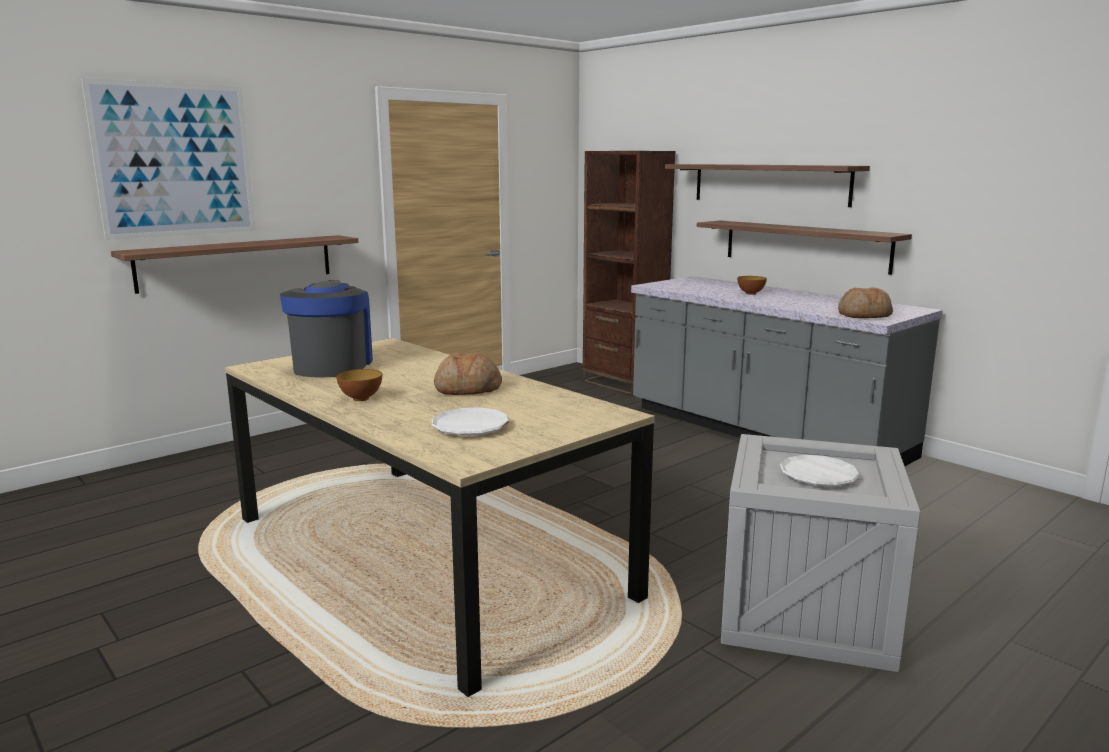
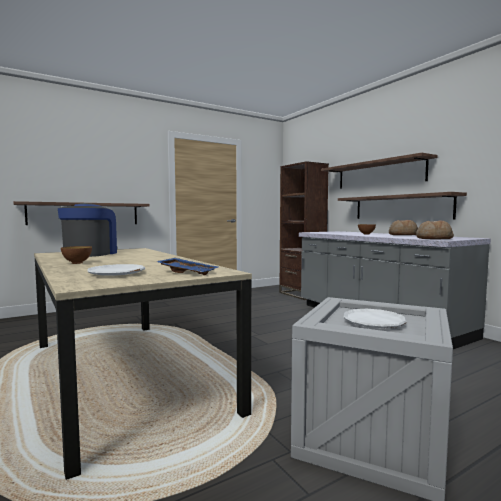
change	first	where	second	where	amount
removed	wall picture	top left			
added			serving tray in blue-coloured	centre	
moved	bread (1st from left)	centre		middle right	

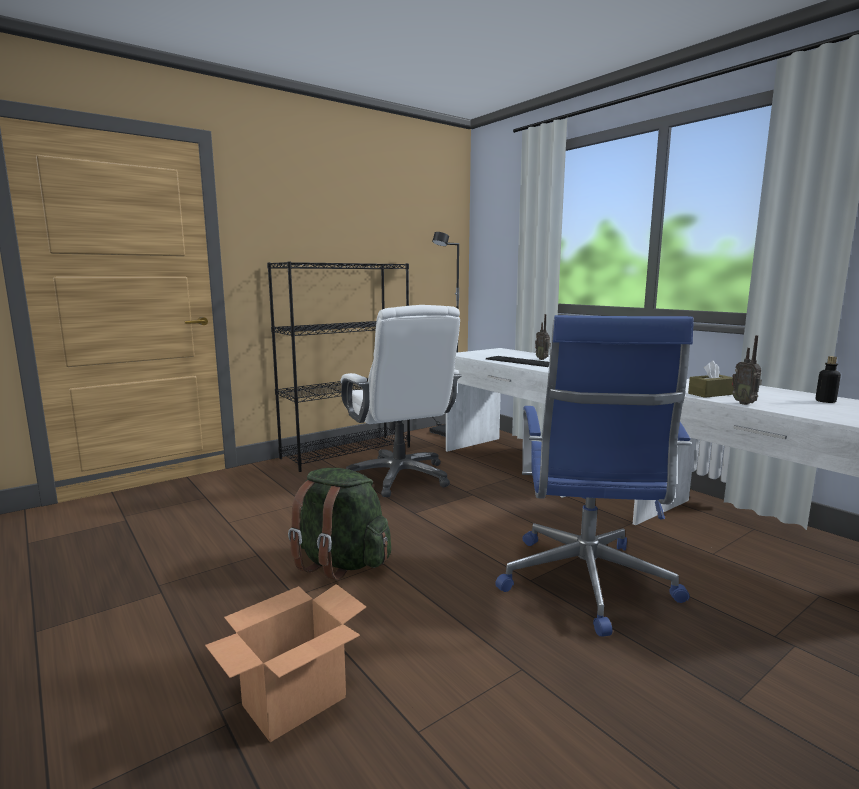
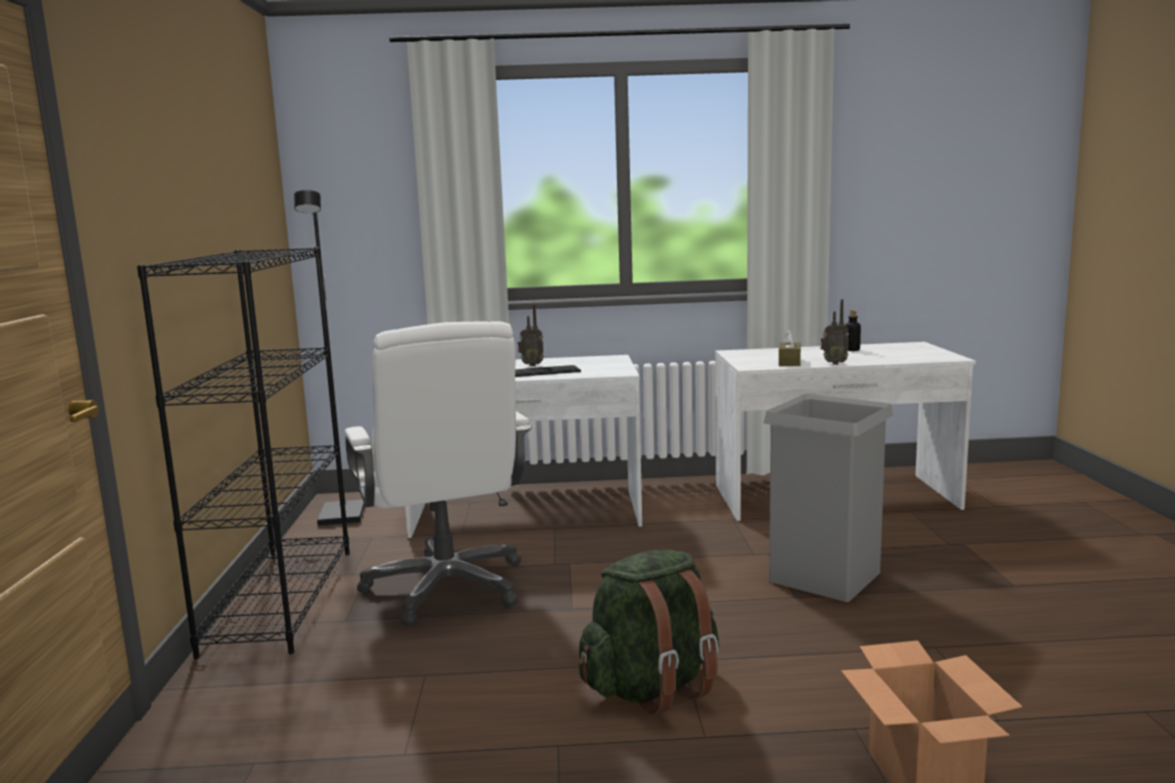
change	first	where	second	where	amount
replaced	office chair in blue-coloured	middle right	rubbish bin in gray	middle right	
turned	office chair in whitish	centre		centre	60 degrees clockwise

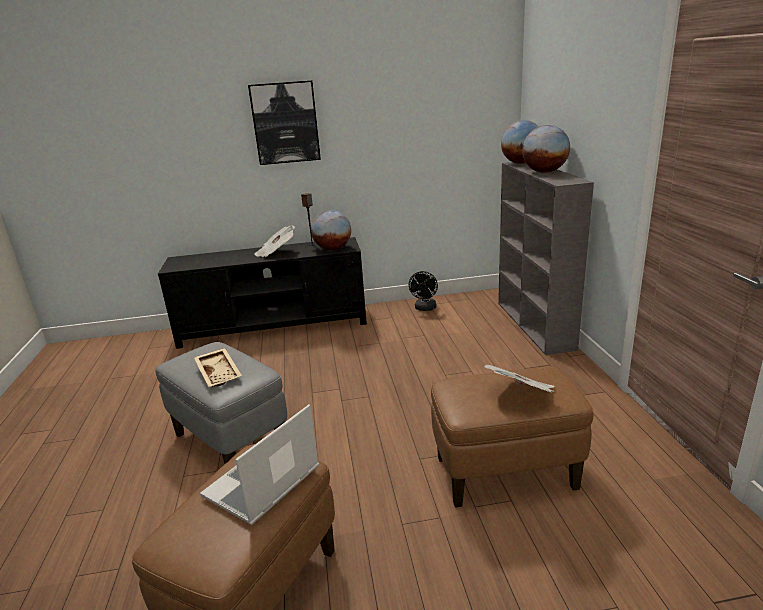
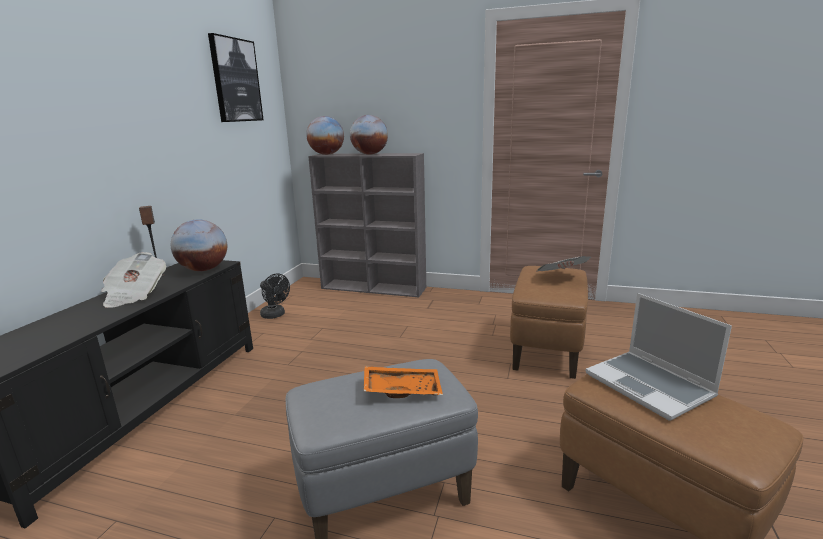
change	first	where	second	where	amount
moved	wall picture	top centre		top left	
recoloured	serving tray in sand-coloured	middle left	serving tray in orangey	bottom centre	

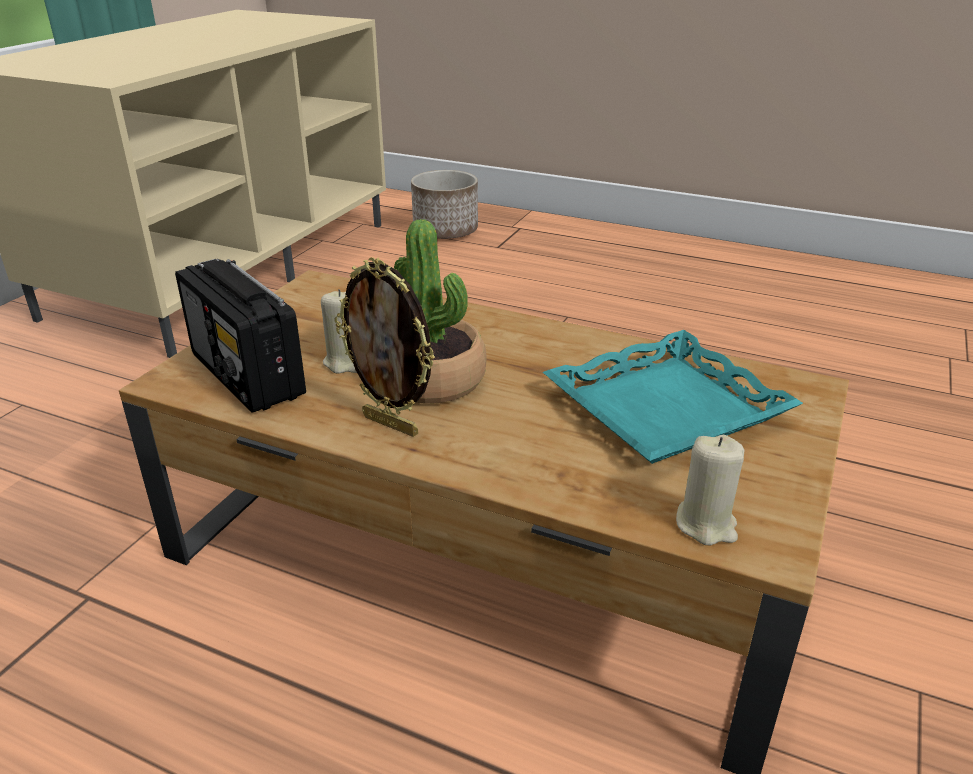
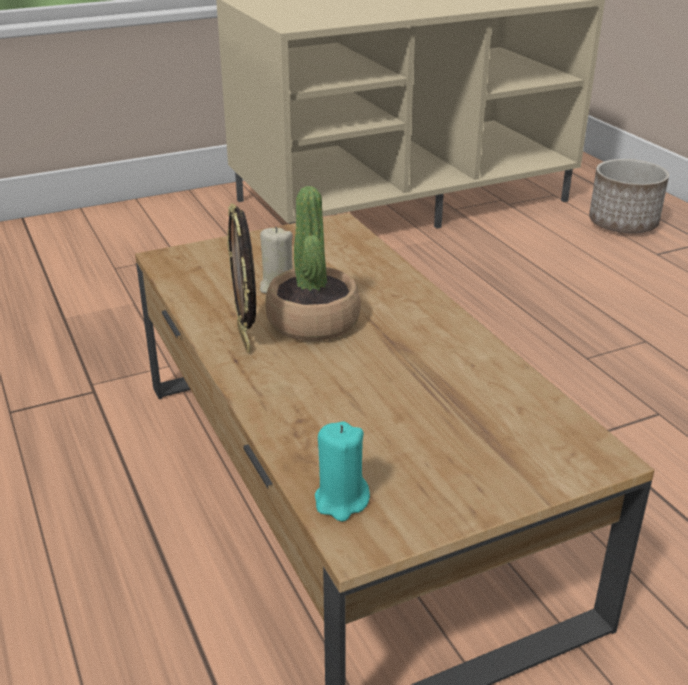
change	first	where	second	where	amount
removed	radio receiver	middle left			
removed	serving tray in turquoise-coloured	middle right			
recoloured	wax light in sand-coloured (2nd from left)	middle right	wax light in turquoise-coloured	bottom centre	

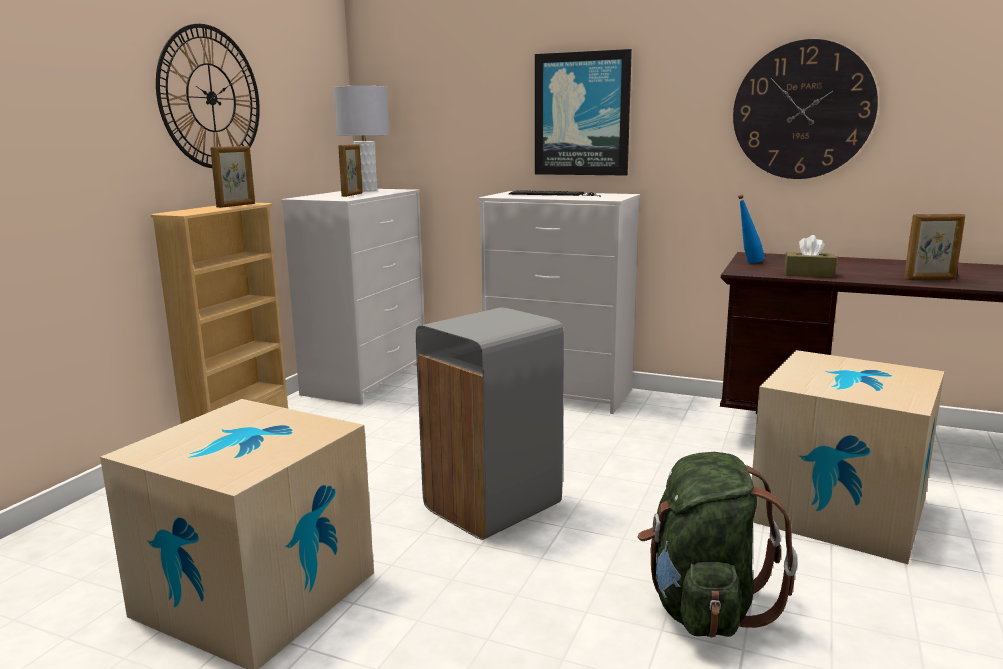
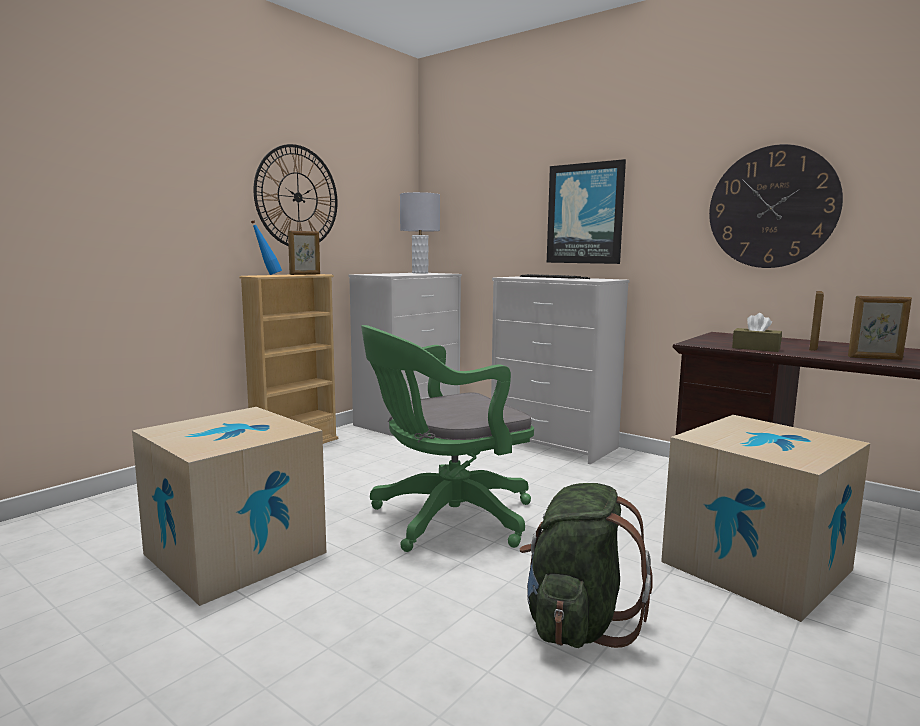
change	first	where	second	where	amount
moved	standing frame (2nd from left)	top centre		middle right	
moved	bottle in blue-coloured	middle right		middle left	
replaced	rubbish bin in gray	centre	office chair in greenish	centre	

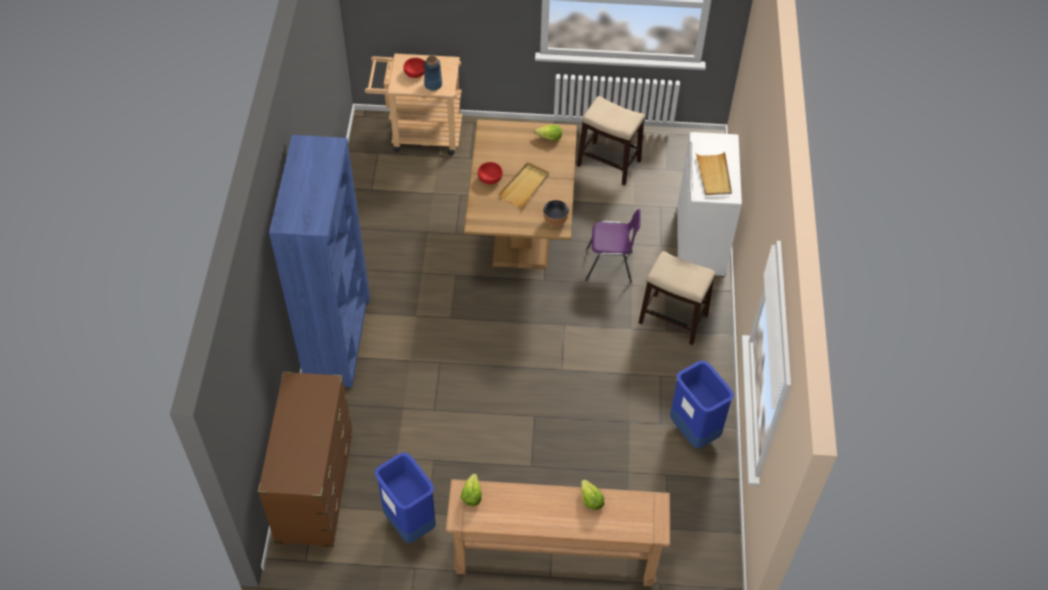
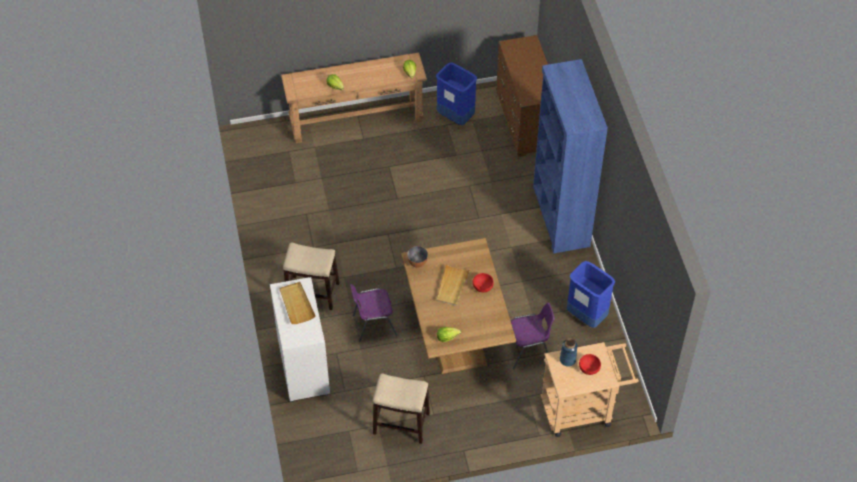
change	first	where	second	where	amount
added			chair in purplish (2nd from left)	bottom centre	
moved	rubbish bin in blue-coloured (2nd from left)	bottom right		middle right	

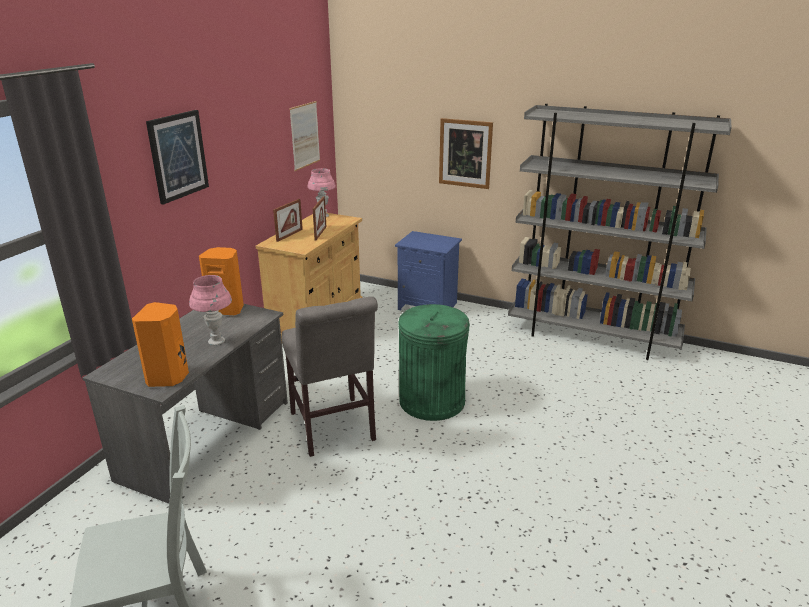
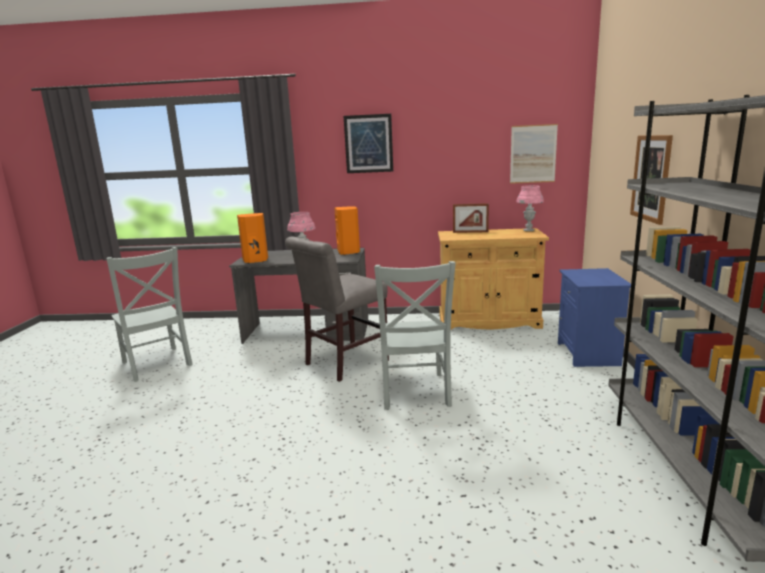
change	first	where	second	where	amount
removed	standing frame (2nd from left)	centre			
replaced	rubbish bin in greenish	centre	chair in gray (3rd from left)	centre	

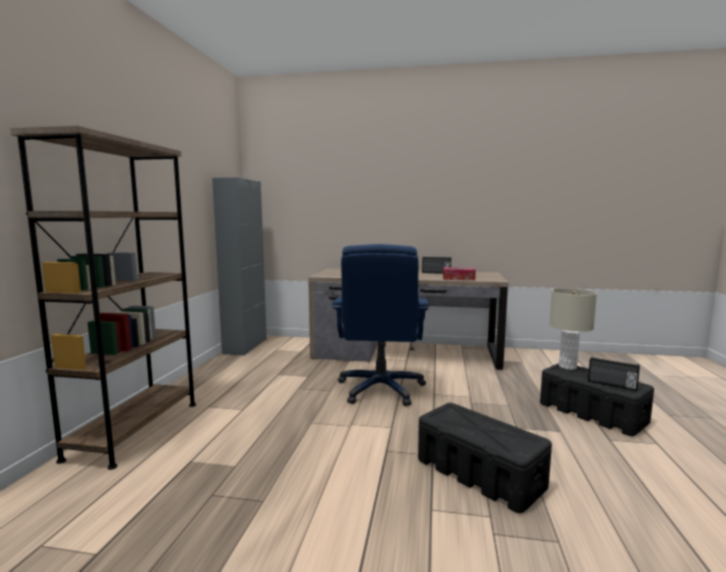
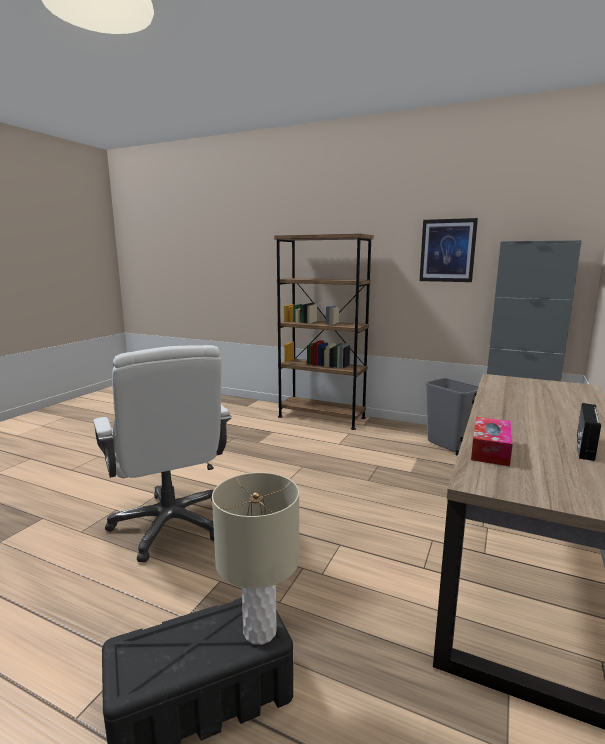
change	first	where	second	where	amount
removed	office chair in blue-coloured	centre			
removed	radio receiver (2nd from left)	middle right			
added			wall picture	middle right	
added			rubbish bin in gray	middle right	
replaced	storage bin in blackish (1st from left)	bottom right	office chair in whitish	middle left	

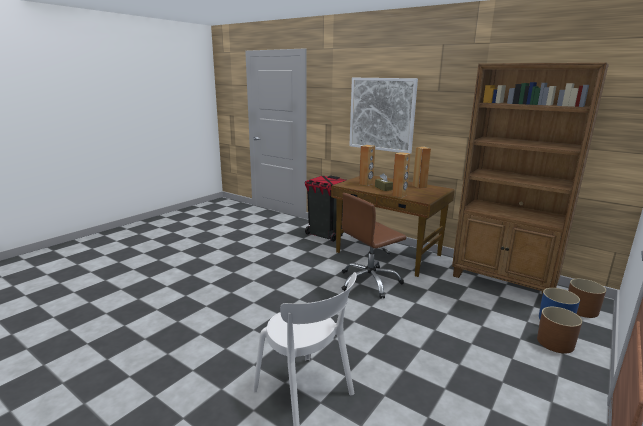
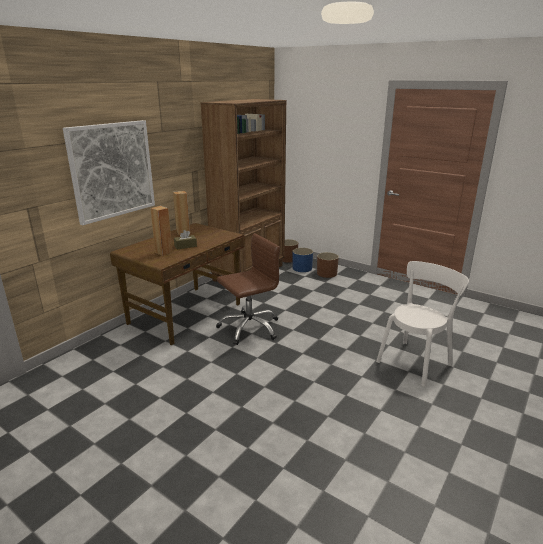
change	first	where	second	where	amount
removed	rubbish bin in blackish	centre			
removed	audio speaker in brown (2nd from left)	centre			
turned	office chair in brown	centre		centre	90 degrees counterclockwise

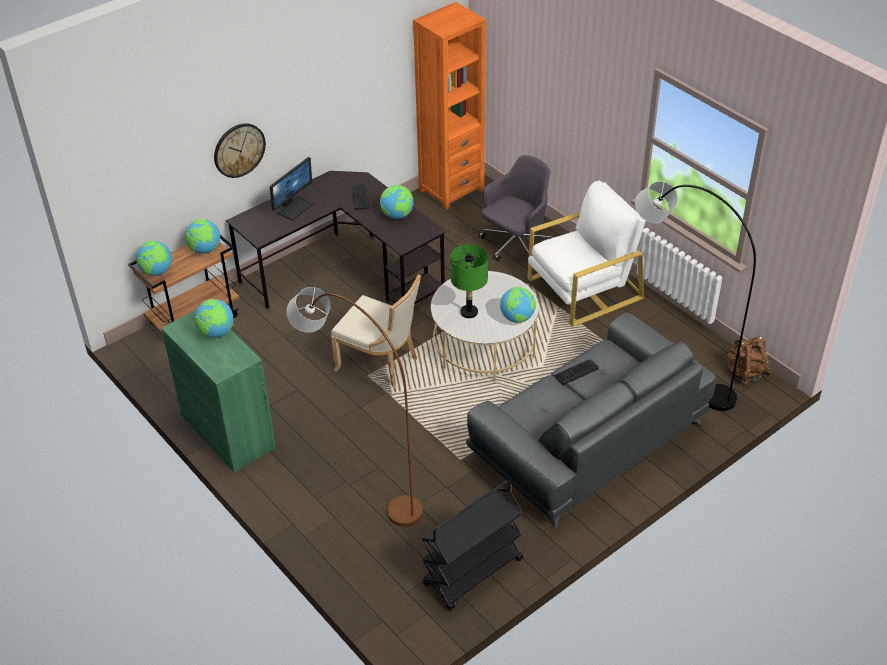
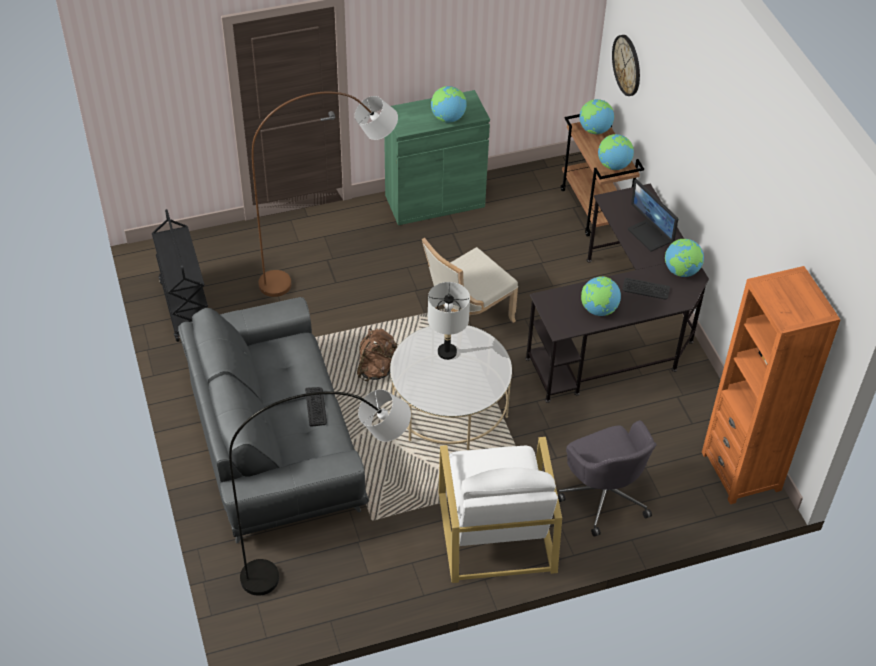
change	first	where	second	where	amount
moved	wall clock	top left		top right	
moved	globe (5th from left)	centre		middle right	
moved	rucksack in brown	middle right		centre	
recoloured	tabletop lamp in greenish	centre	tabletop lamp in gray	centre	

